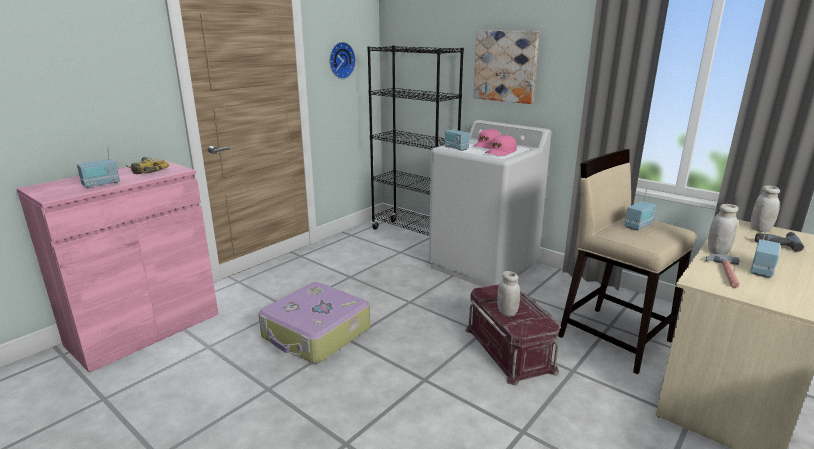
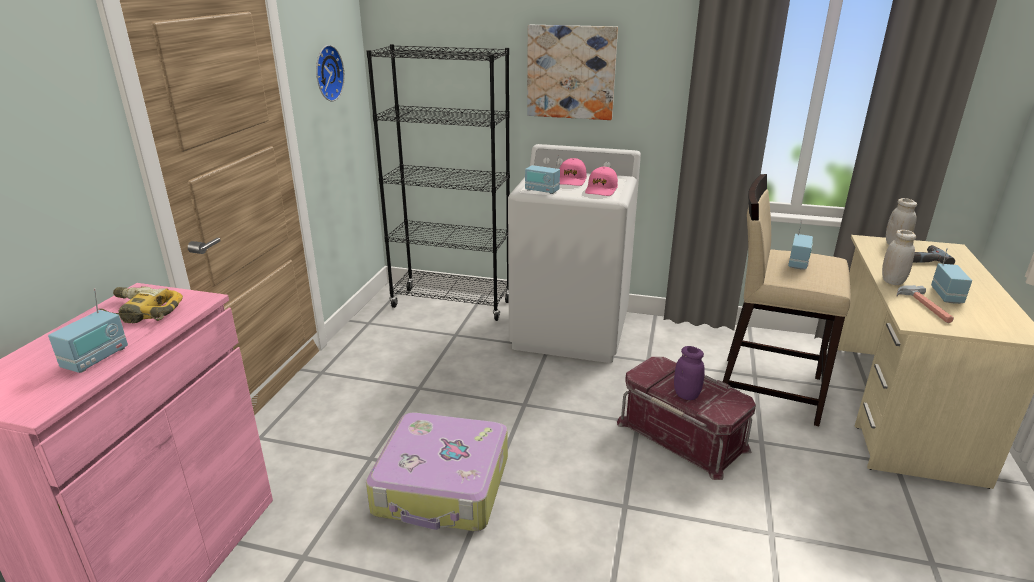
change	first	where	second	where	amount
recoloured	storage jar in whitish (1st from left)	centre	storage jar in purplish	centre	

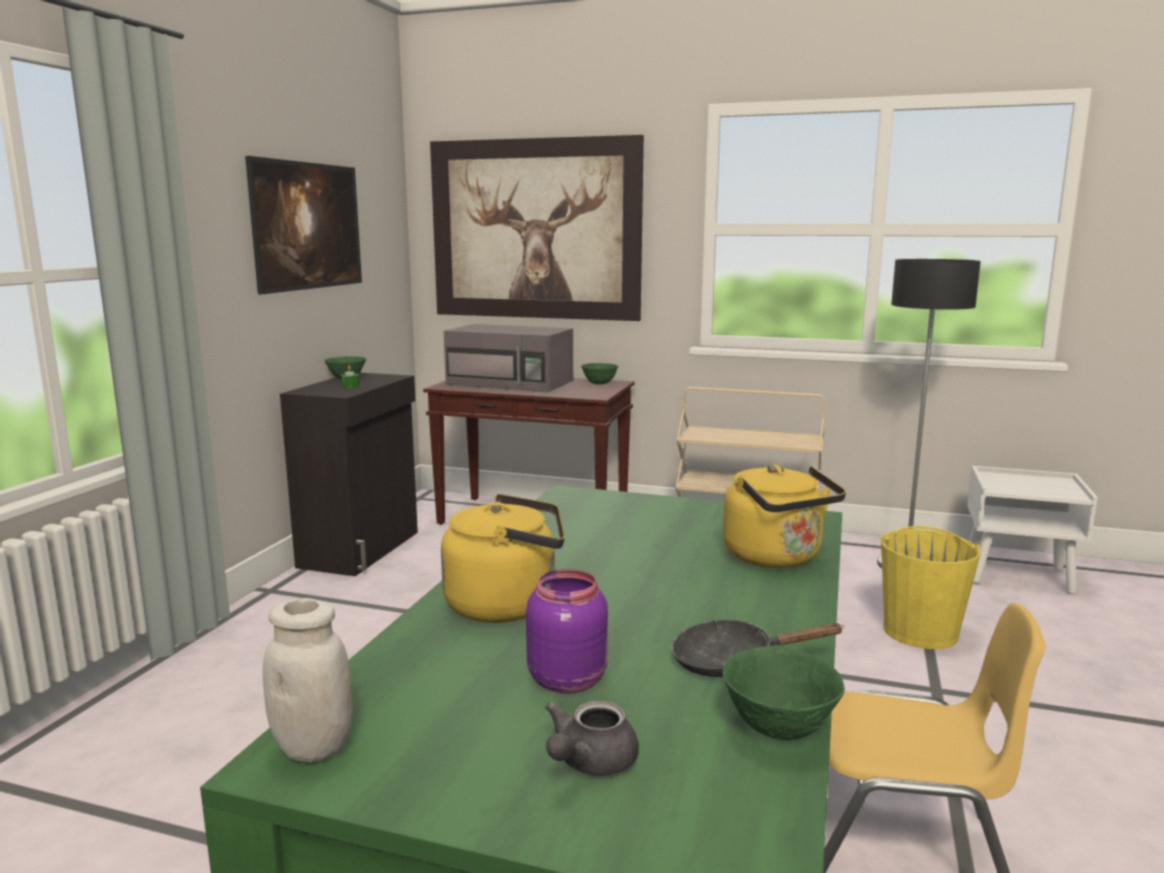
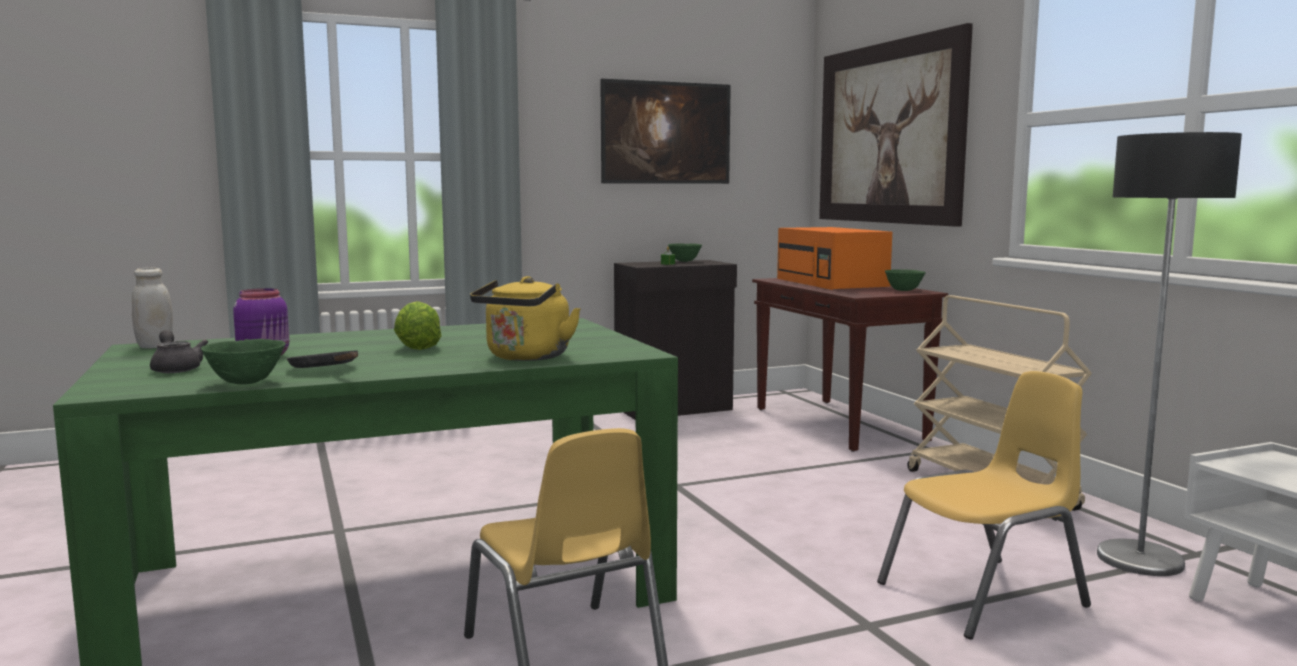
change	first	where	second	where	amount
removed	tea kettle in yellow (1st from left)	centre			
added			lettuce head	middle left	
replaced	bucket in yellow	bottom right	chair in yellow (2nd from left)	bottom right	
recoloured	microwave oven in gray	centre	microwave oven in orangey	centre	
turned	pot for tea in gray	bottom centre		middle left	60 degrees clockwise

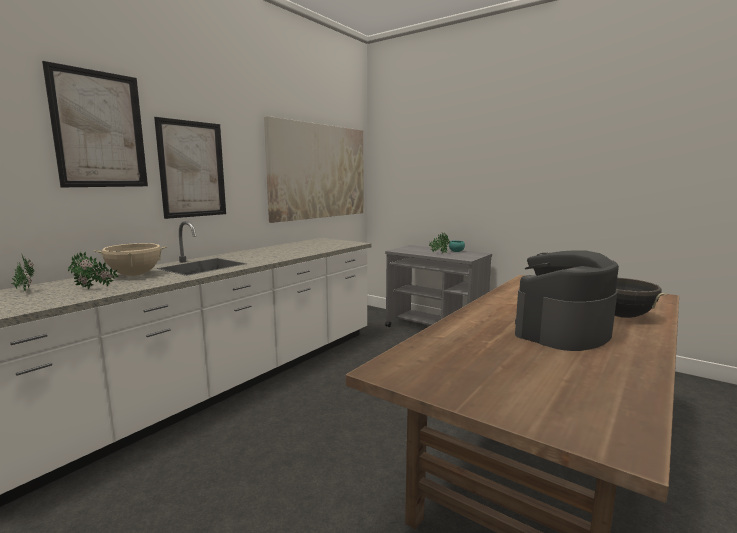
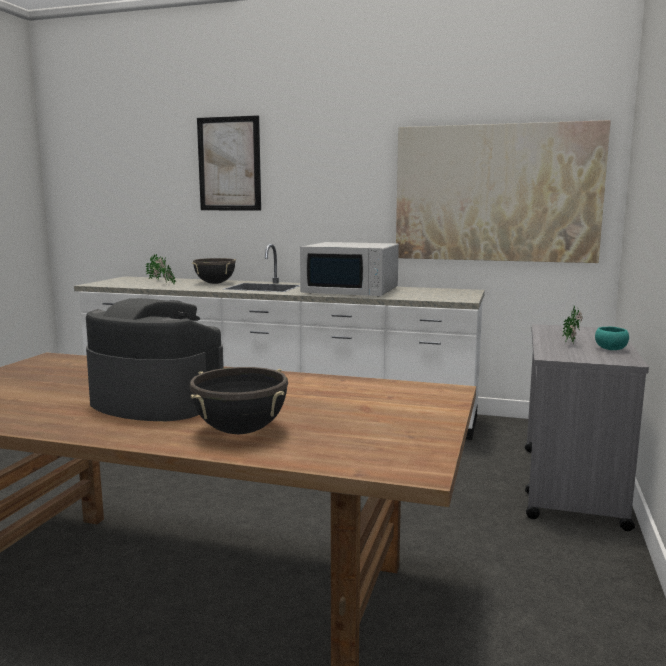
change	first	where	second	where	amount
removed	wall picture (2nd from left)	top left			
added			microwave oven in whitish	centre	
recoloured	saucepot in sand-coloured	middle left	saucepot in blackish (1st from left)	middle left	

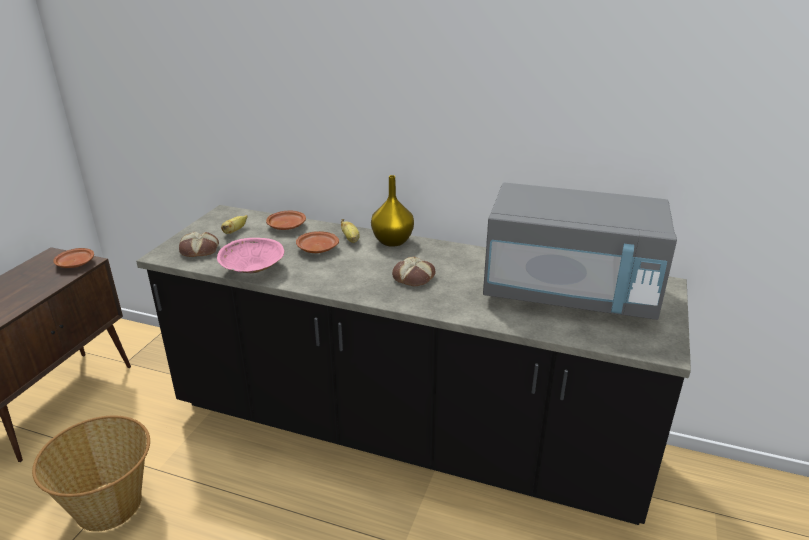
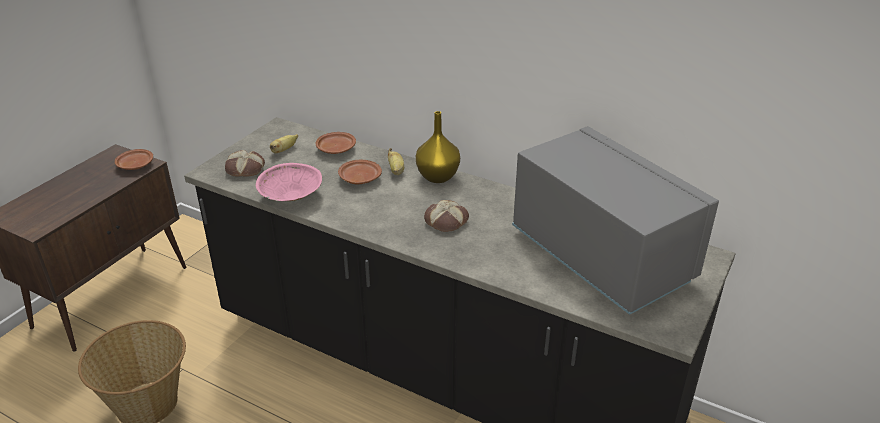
change	first	where	second	where	amount
turned	microwave oven in gray	middle right		middle right	150 degrees counterclockwise

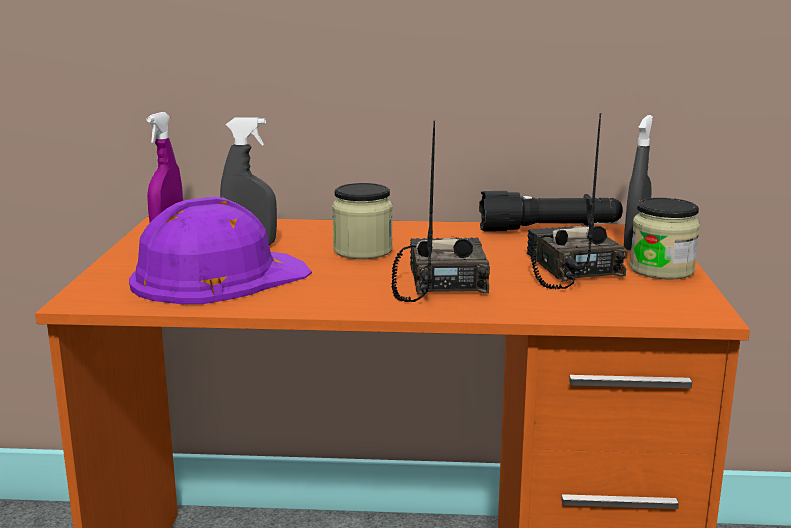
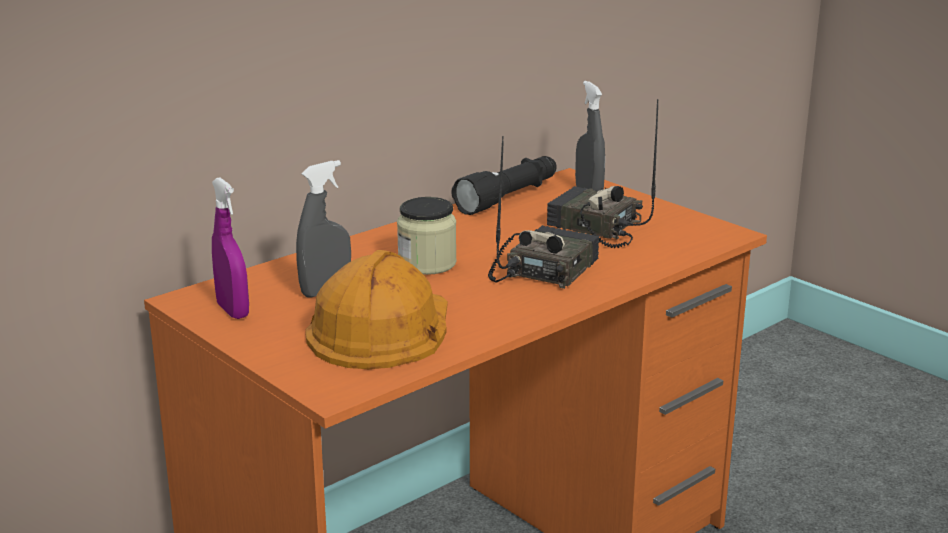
change	first	where	second	where	amount
removed	storage jar (2nd from left)	middle right			
recoloured	hard hat in purplish	middle left	hard hat in orangey	centre	
turned	radio receiver (1st from left)	centre		centre	75 degrees clockwise

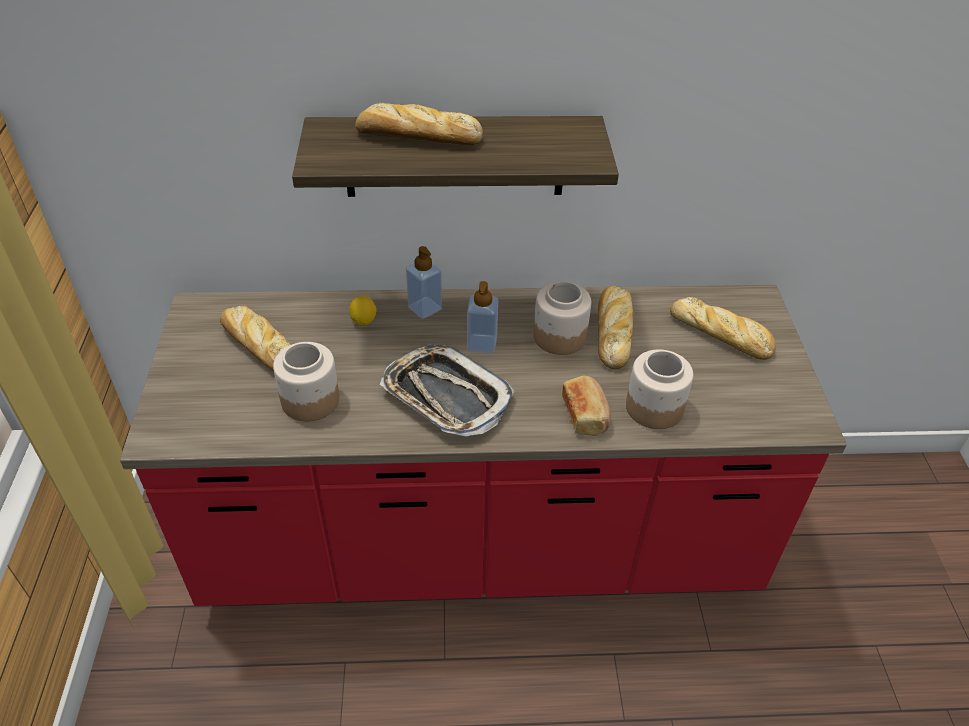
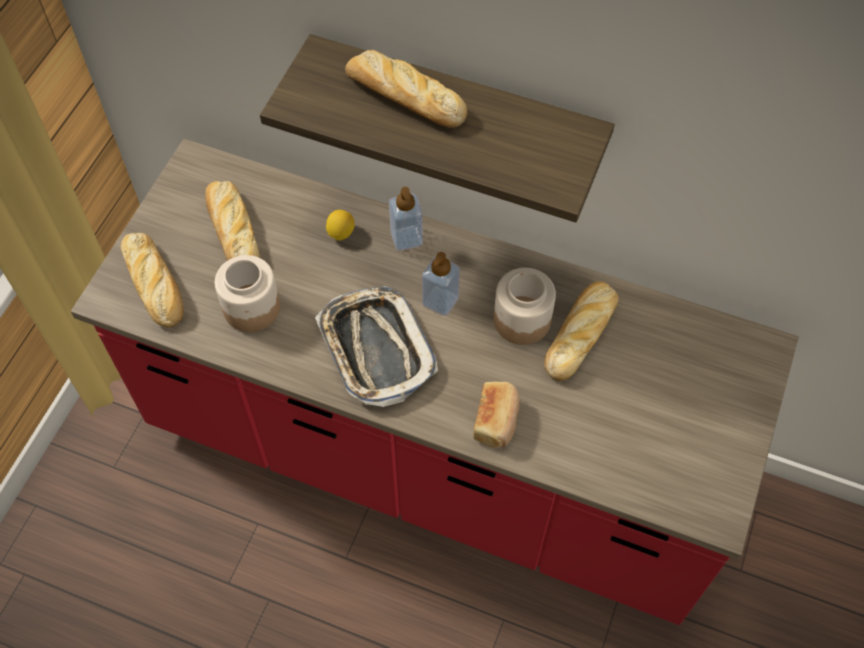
change	first	where	second	where	amount
removed	storage jar (3rd from left)	middle right			
moved	bread (5th from left in the first image)	middle right	bread (1st from left)	middle left	

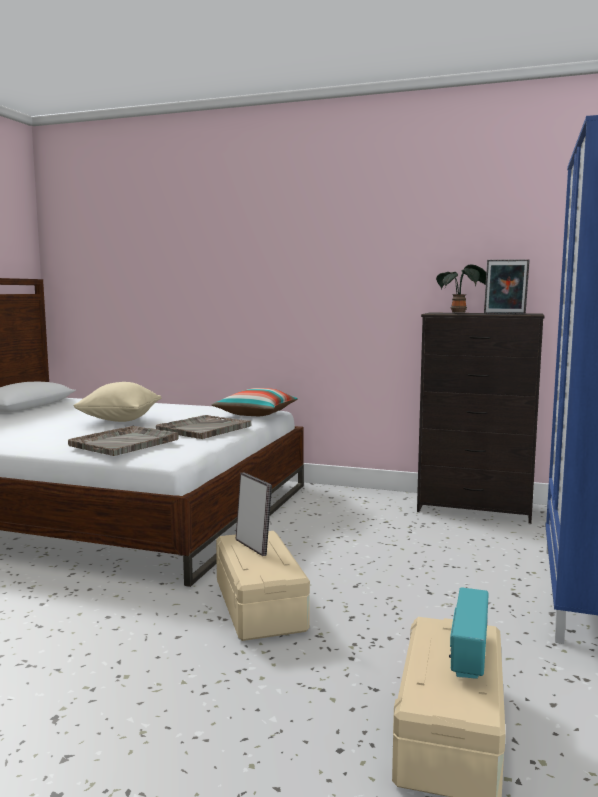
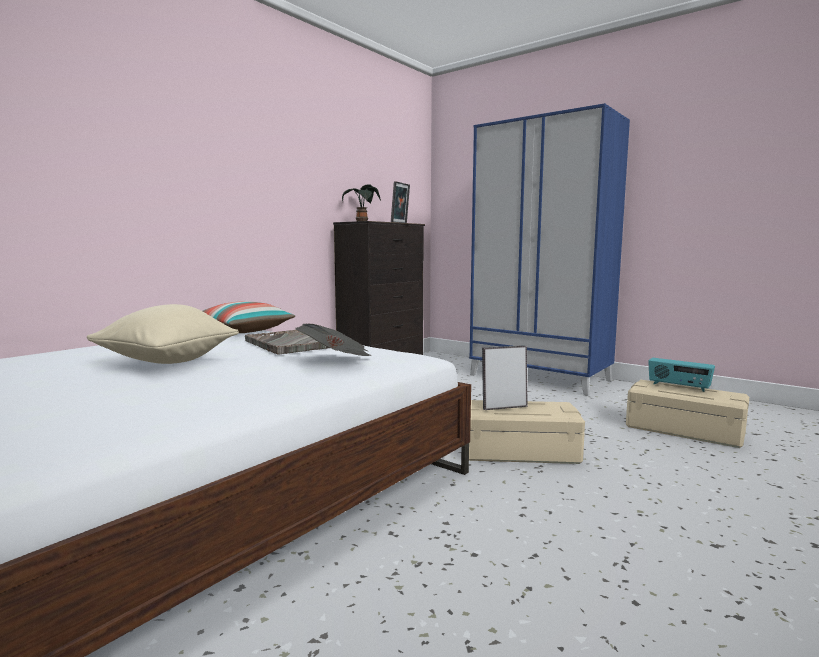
change	first	where	second	where	amount
replaced	serving tray in gray (1st from left)	middle left	daily paper	centre	

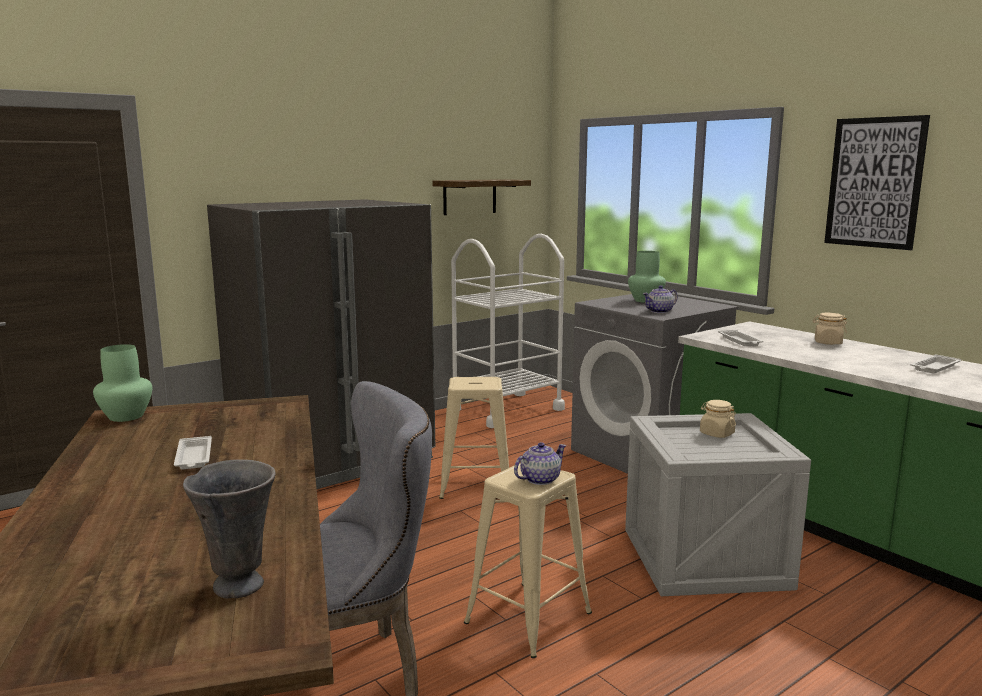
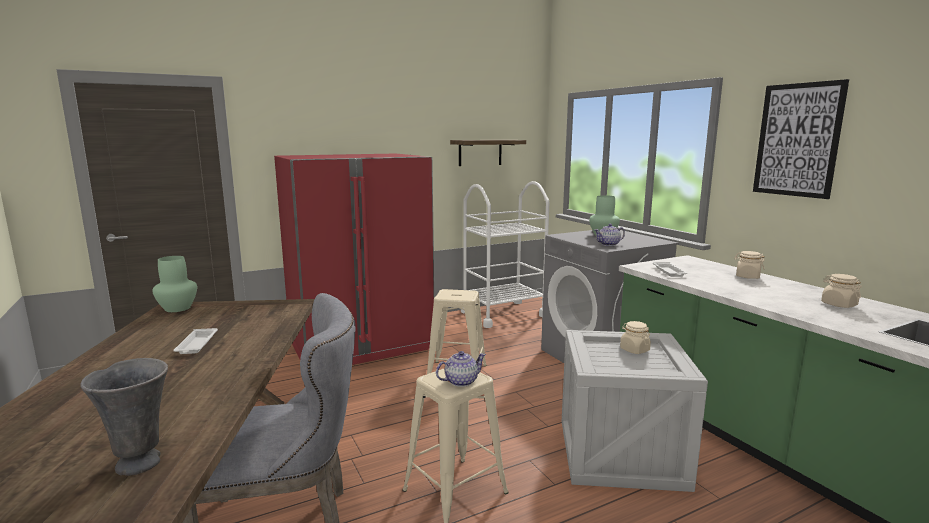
change	first	where	second	where	amount
replaced	serving tray in whitish (3rd from left)	middle right	storage jar in sand-coloured (3rd from left)	middle right	
recoloured	fridge in gray	middle left	fridge in red	centre	

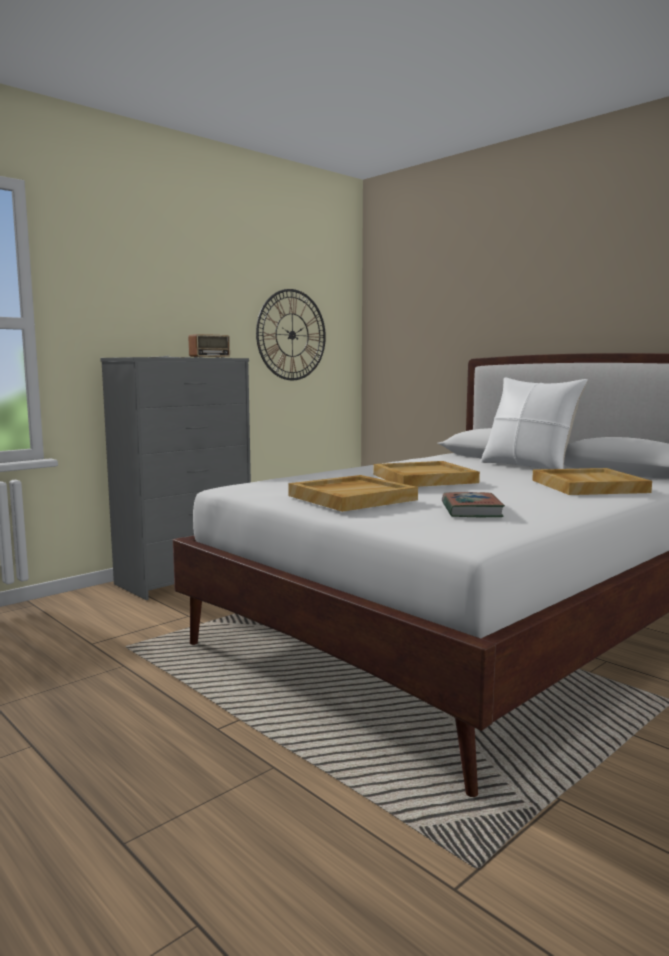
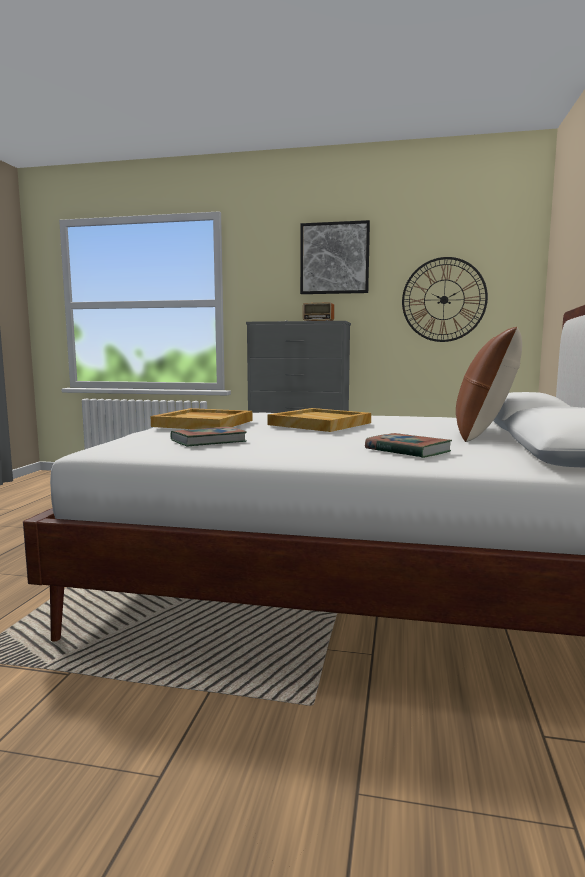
change	first	where	second	where	amount
added			wall picture	top centre	
replaced	serving tray in sand-coloured (3rd from left)	middle right	book (2nd from left)	middle right	
recoloured	pillow in whitish	middle right	pillow in brown	middle right	

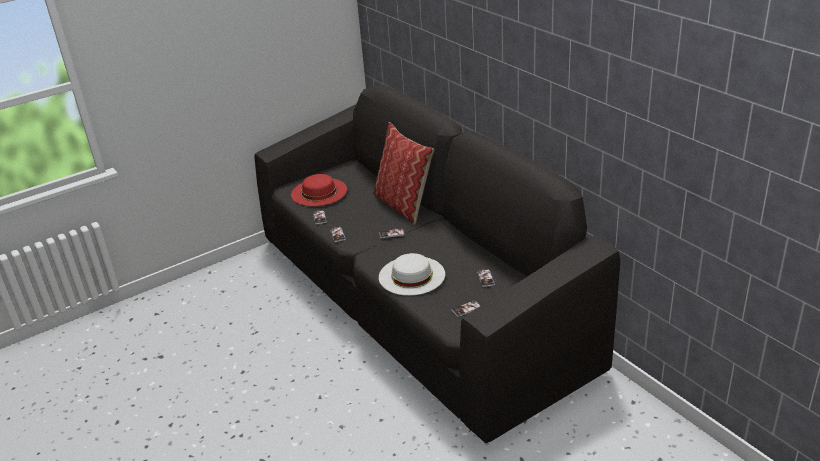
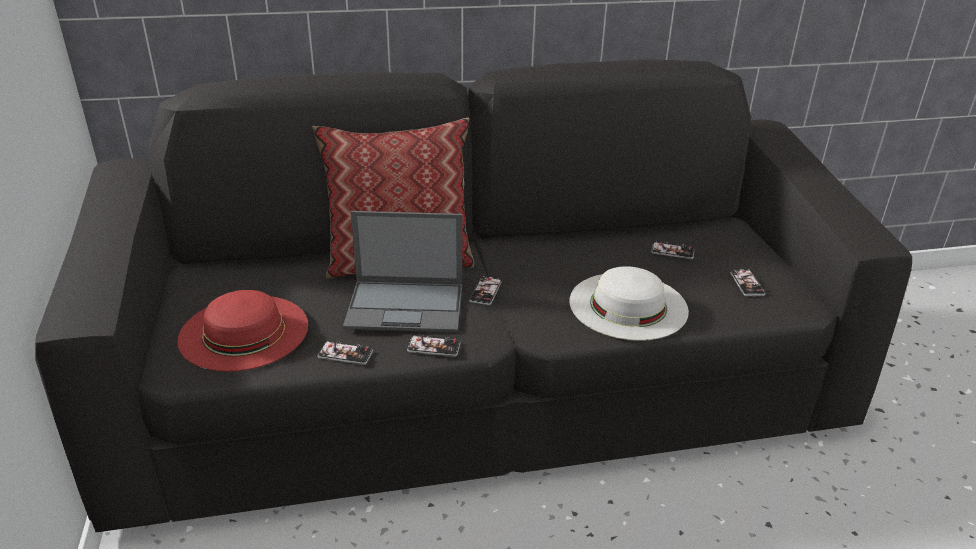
change	first	where	second	where	amount
added			notebook computer	centre	

